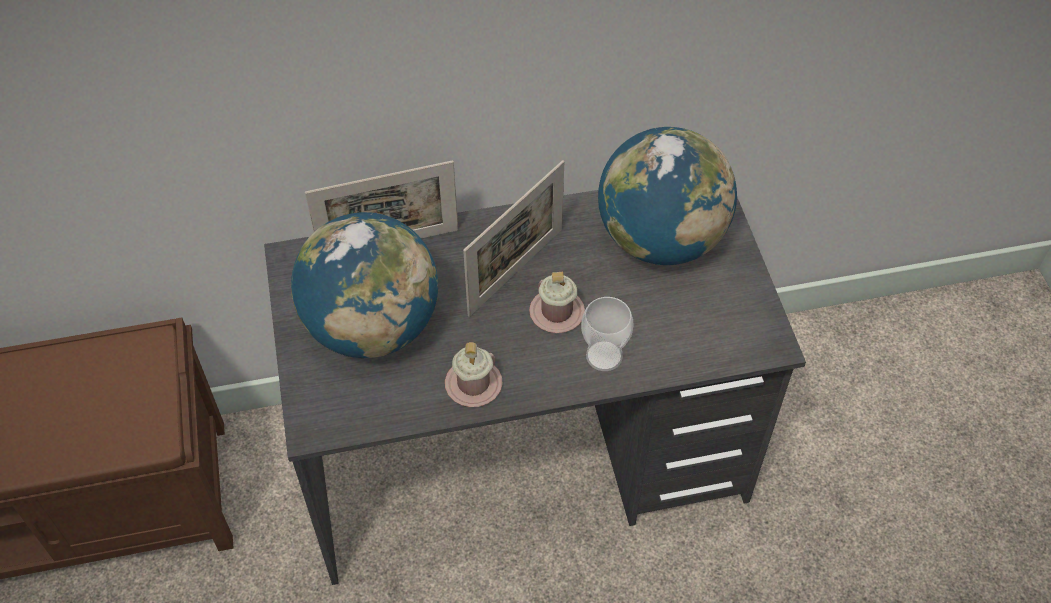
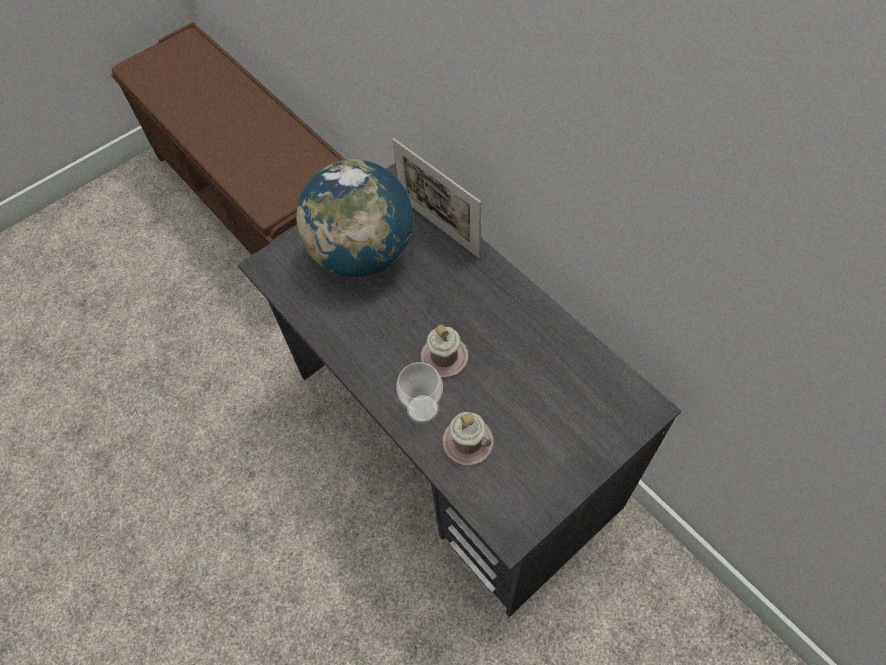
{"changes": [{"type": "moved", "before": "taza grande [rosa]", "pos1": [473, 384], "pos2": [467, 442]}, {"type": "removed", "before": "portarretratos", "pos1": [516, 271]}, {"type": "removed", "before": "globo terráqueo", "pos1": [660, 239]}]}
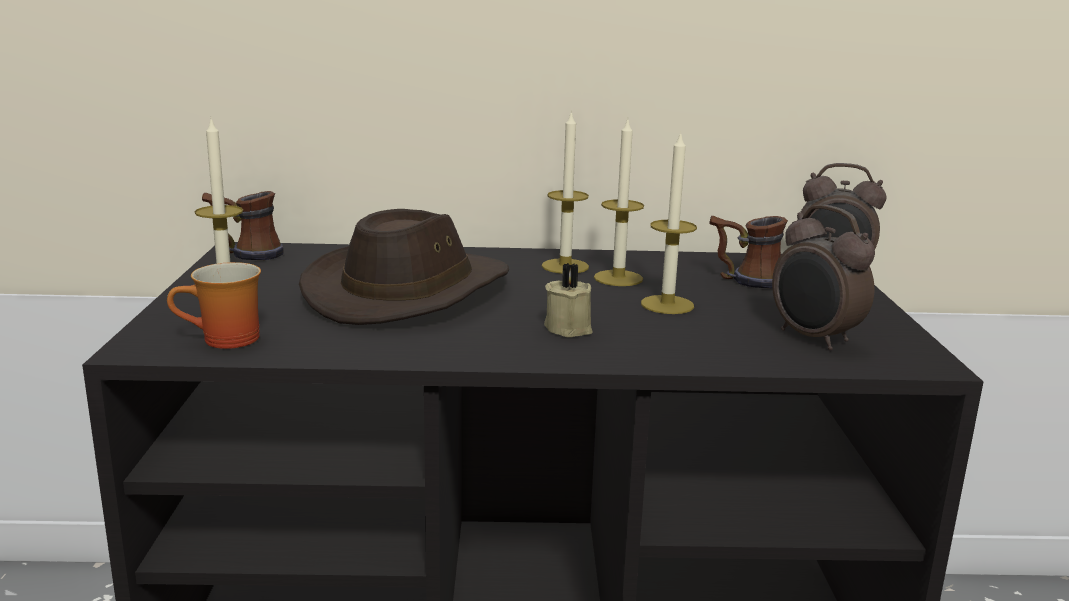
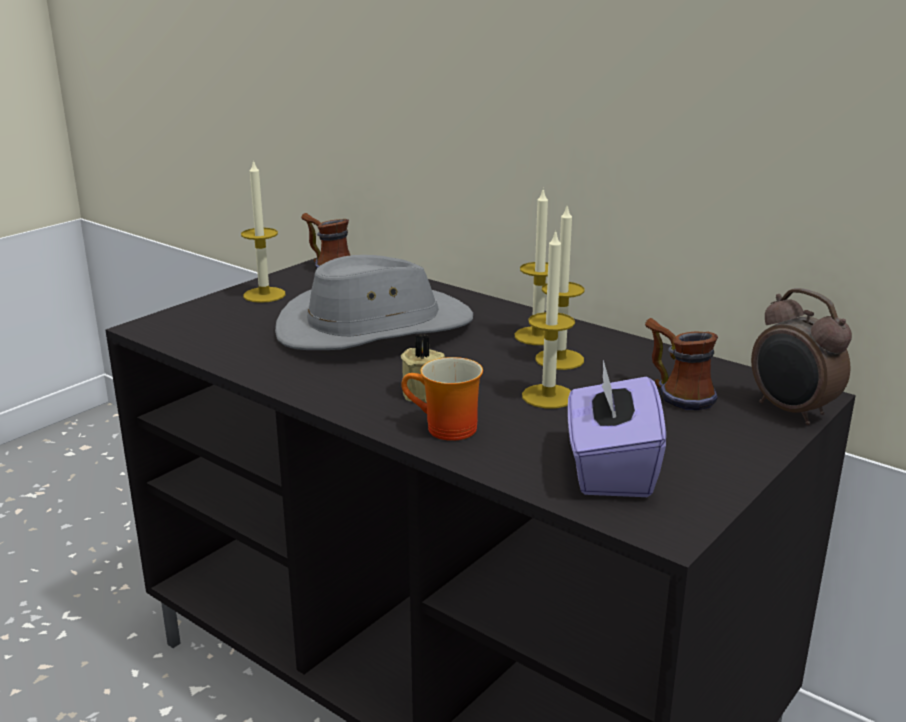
{"changes": [{"type": "moved", "before": "taza grande", "pos1": [225, 341], "pos2": [444, 430]}, {"type": "recoloured", "before": "sombrero [marrón]", "after": "sombrero [gris]", "pos1": [410, 292], "pos2": [374, 328]}, {"type": "replaced", "before": "despertador", "after": "caja de pañuelos [morado]", "pos1": [813, 339], "pos2": [610, 469]}]}
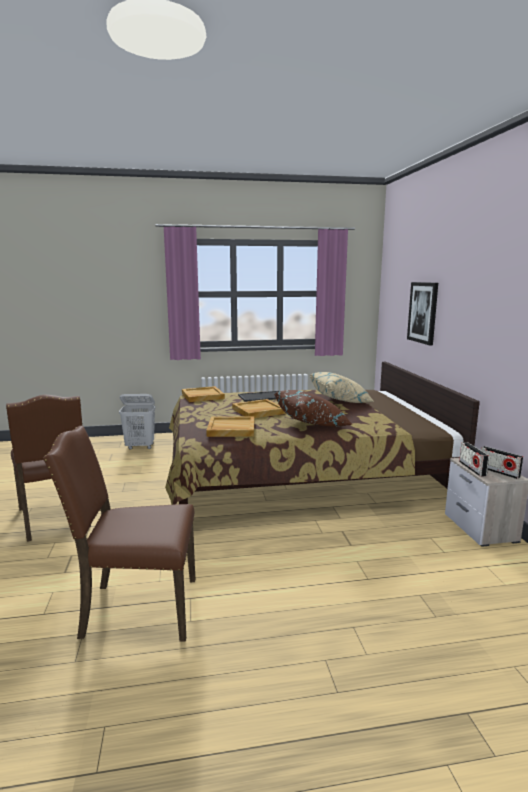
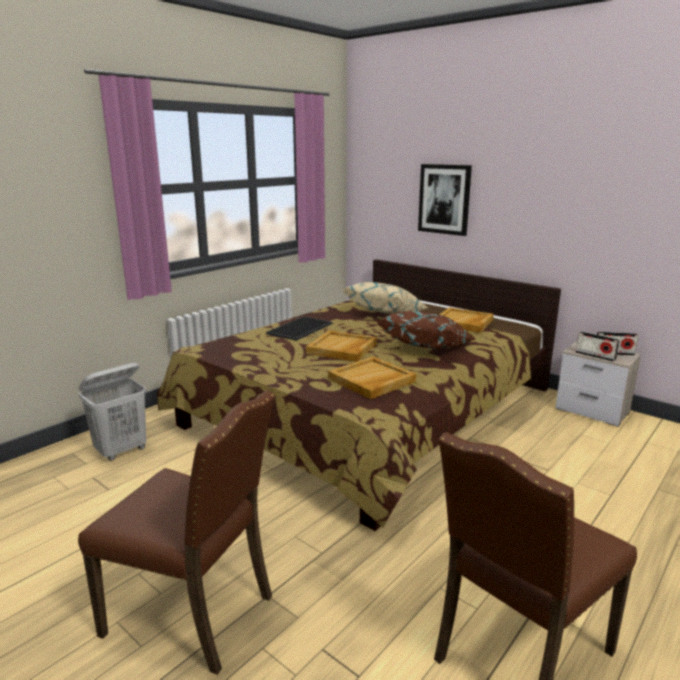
{"changes": [{"type": "moved", "before": "bandeja [beis]", "pos1": [202, 396], "pos2": [463, 322]}]}
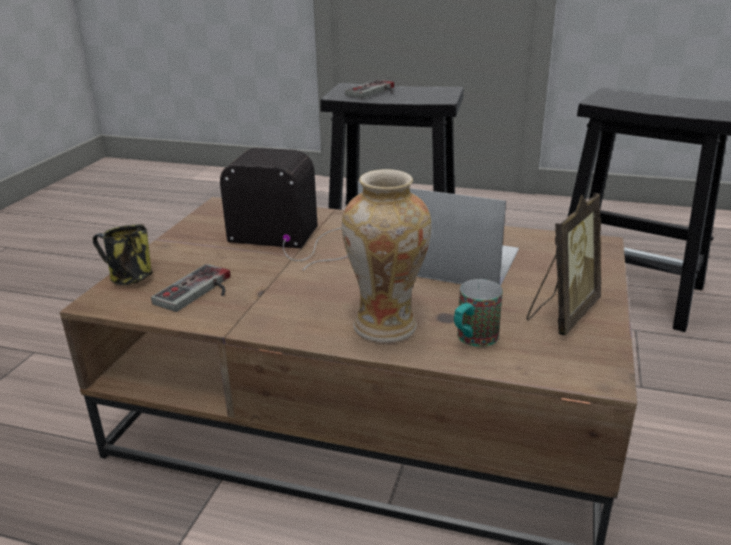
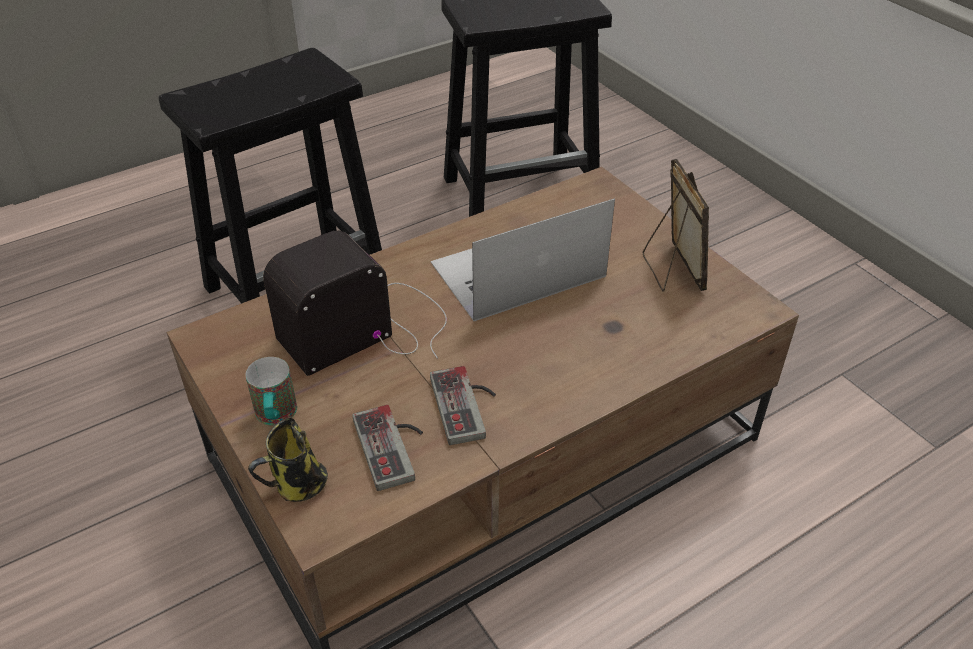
{"changes": [{"type": "removed", "before": "florero", "pos1": [386, 326]}, {"type": "moved", "before": "mando de consola", "pos1": [375, 92], "pos2": [468, 405]}, {"type": "moved", "before": "taza grande", "pos1": [472, 340], "pos2": [276, 417]}]}
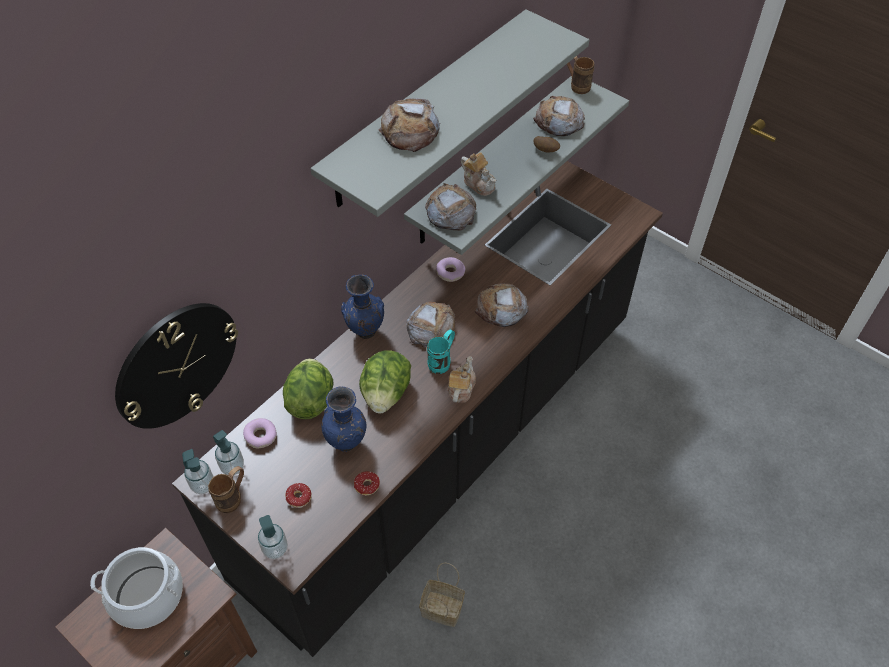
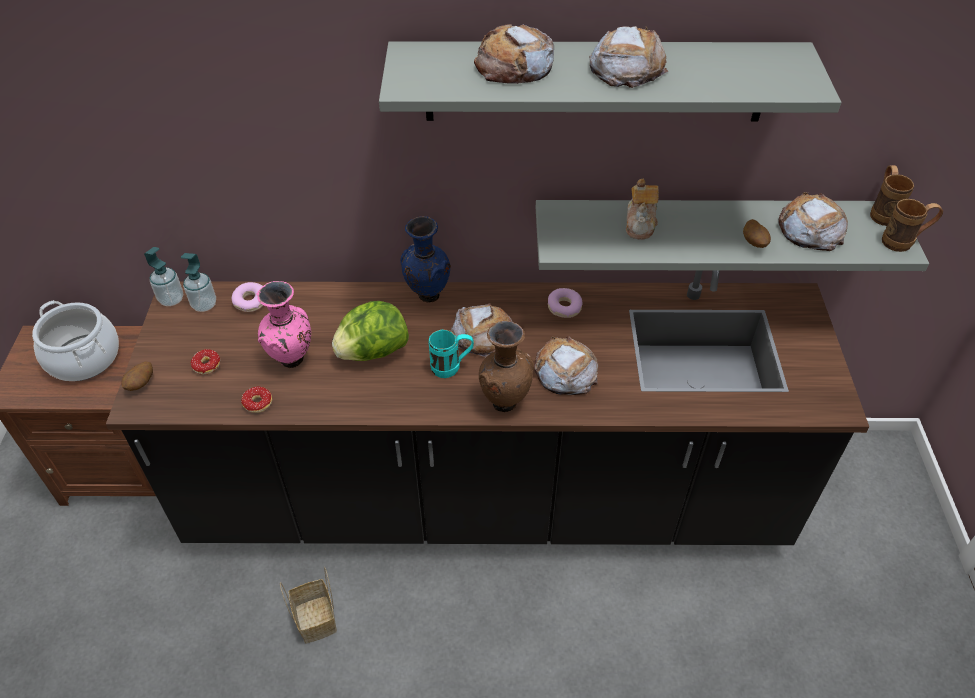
{"changes": [{"type": "removed", "before": "reloj de pared", "pos1": [176, 365]}, {"type": "moved", "before": "taza grande [marrón]", "pos1": [233, 497], "pos2": [904, 242]}, {"type": "replaced", "before": "dispensador de jabón", "after": "patata", "pos1": [275, 549], "pos2": [141, 384]}, {"type": "removed", "before": "lechuga", "pos1": [311, 400]}, {"type": "recoloured", "before": "florero [azul]", "after": "florero [rosa]", "pos1": [348, 444], "pos2": [292, 361]}, {"type": "moved", "before": "pan", "pos1": [450, 212], "pos2": [626, 67]}, {"type": "removed", "before": "tetera", "pos1": [461, 388]}, {"type": "added", "after": "florero [marrón]", "pos2": [504, 401]}]}
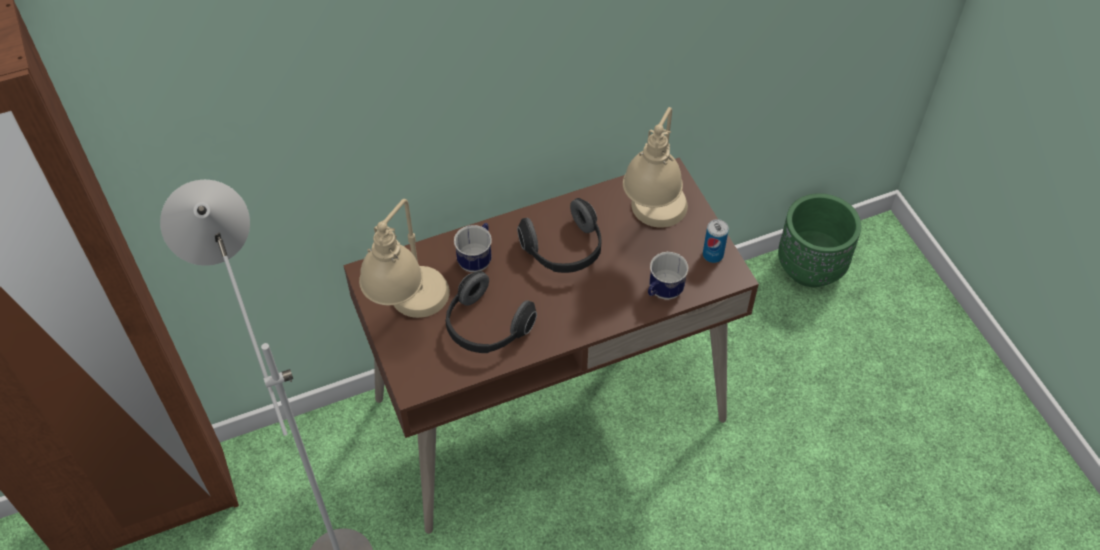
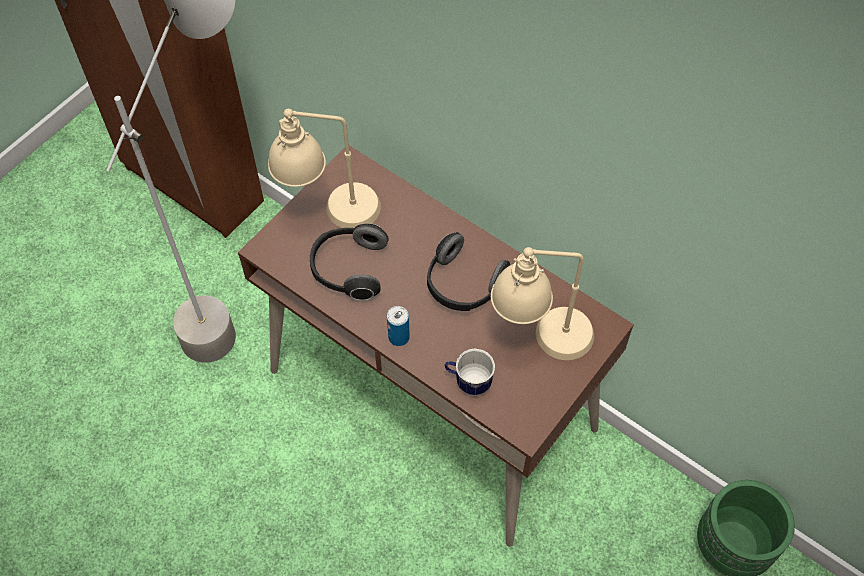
{"changes": [{"type": "removed", "before": "taza grande", "pos1": [477, 258]}, {"type": "moved", "before": "lata", "pos1": [713, 255], "pos2": [399, 337]}]}
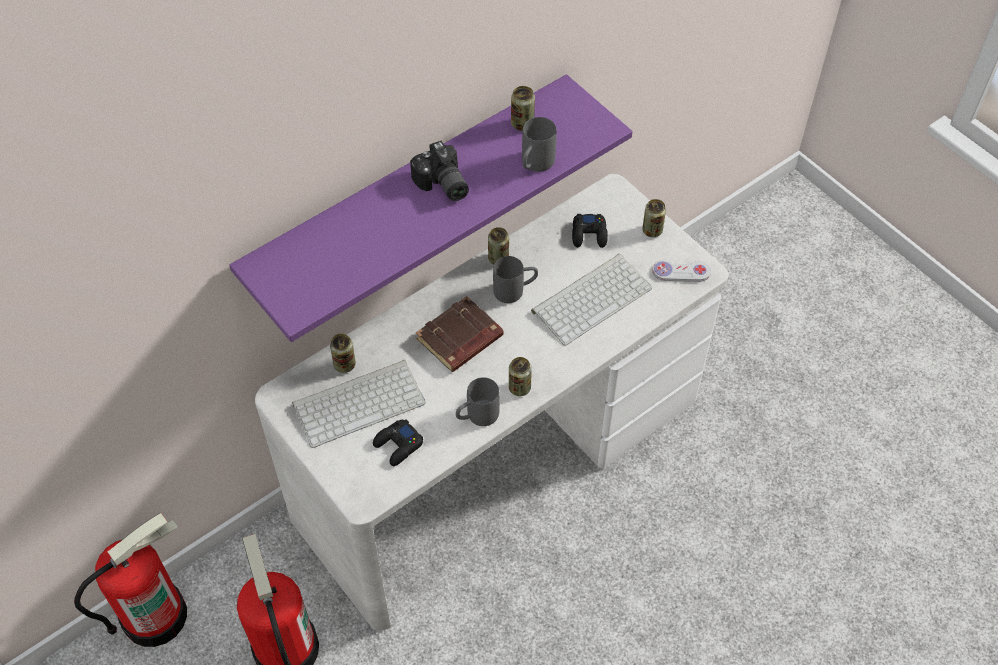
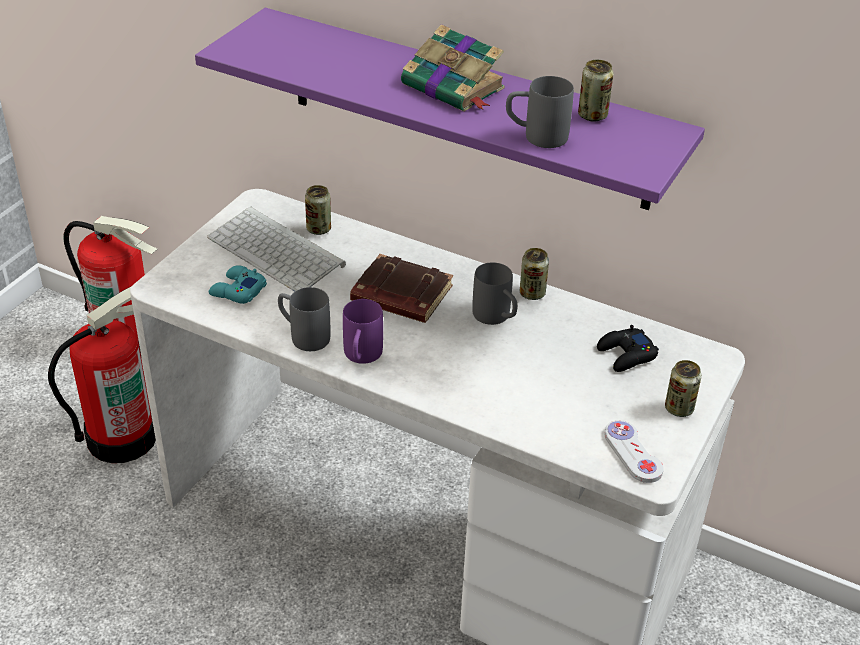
{"changes": [{"type": "recoloured", "before": "mando de consola [negro]", "after": "mando de consola [turquesa]", "pos1": [398, 445], "pos2": [237, 291]}, {"type": "replaced", "before": "cámara", "after": "libro", "pos1": [441, 185], "pos2": [454, 87]}, {"type": "replaced", "before": "lata", "after": "taza grande [morado]", "pos1": [519, 388], "pos2": [361, 357]}, {"type": "removed", "before": "teclado", "pos1": [592, 298]}]}
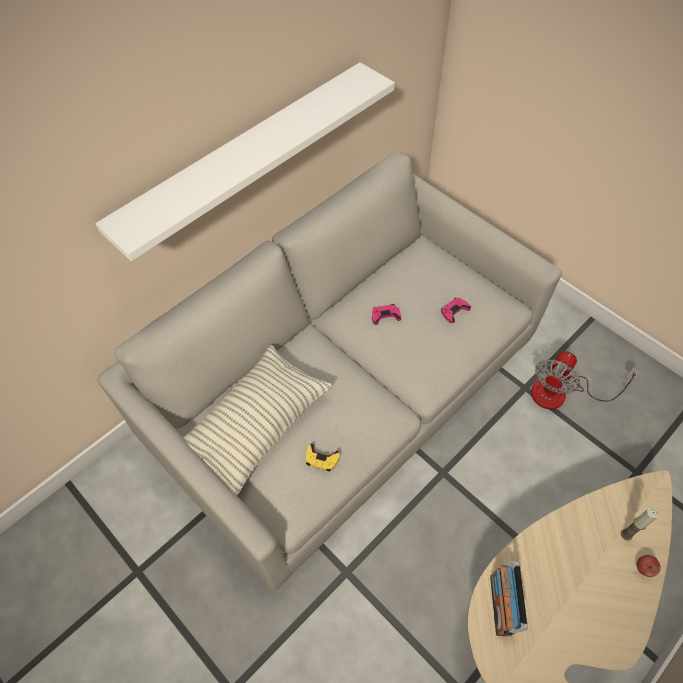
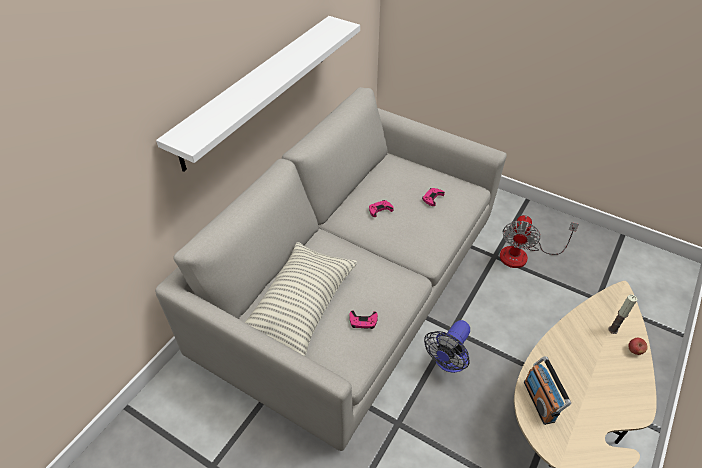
{"changes": [{"type": "recoloured", "before": "mando de consola [amarillo]", "after": "mando de consola [rosa]", "pos1": [321, 459], "pos2": [363, 321]}, {"type": "added", "after": "ventilador", "pos2": [448, 362]}]}
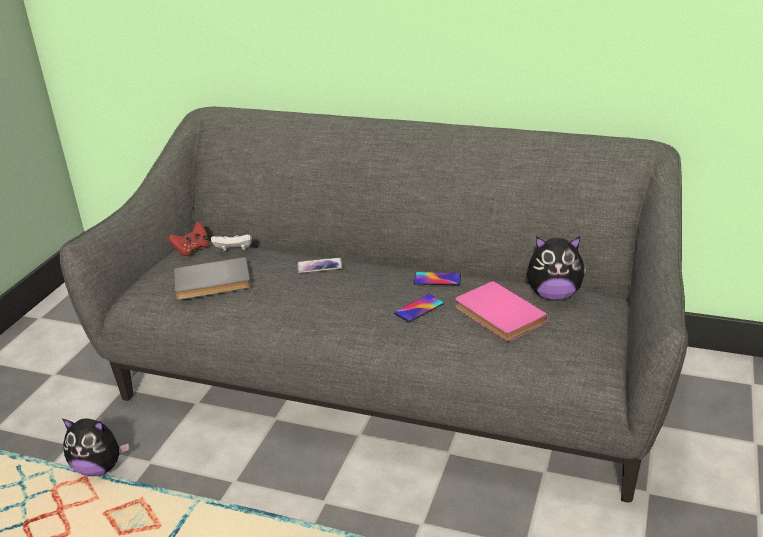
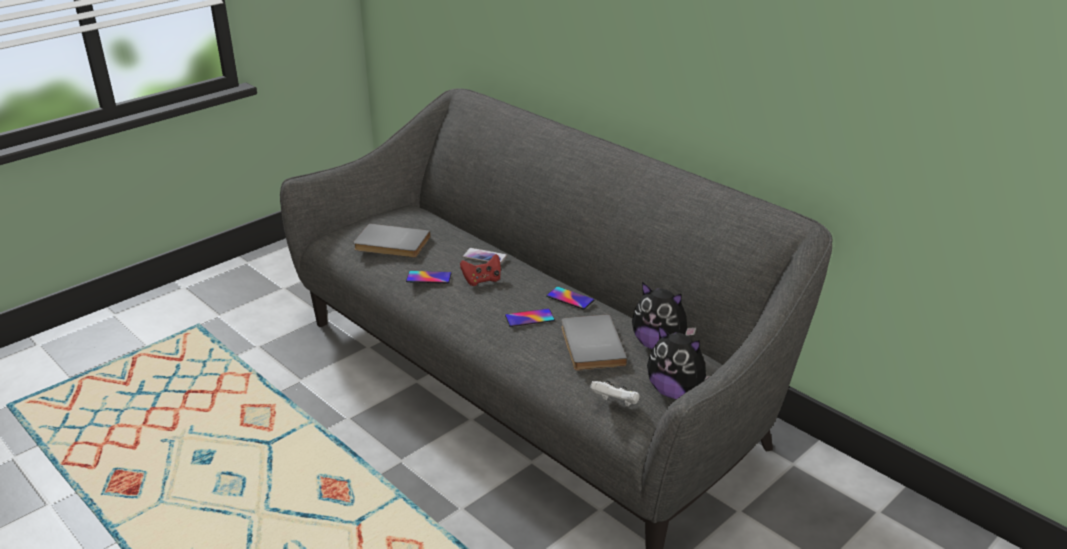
{"changes": [{"type": "moved", "before": "peluche", "pos1": [99, 467], "pos2": [676, 392]}, {"type": "moved", "before": "mando de consola [rojo]", "pos1": [192, 249], "pos2": [482, 280]}, {"type": "moved", "before": "mando de consola [blanco]", "pos1": [234, 251], "pos2": [616, 403]}, {"type": "recoloured", "before": "libro [rosa]", "after": "libro [gris]", "pos1": [497, 315], "pos2": [589, 345]}, {"type": "added", "after": "móvil", "pos2": [428, 277]}]}
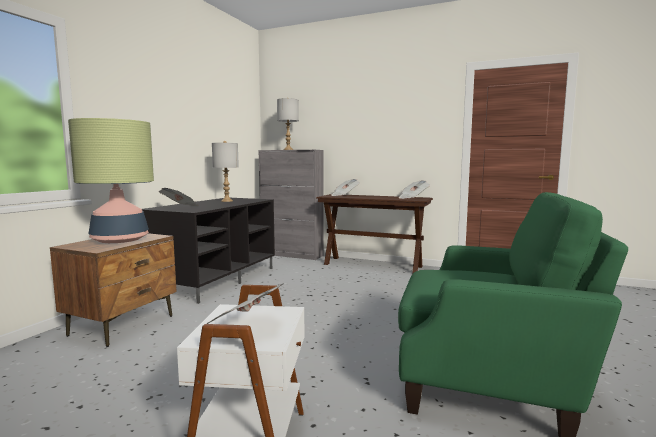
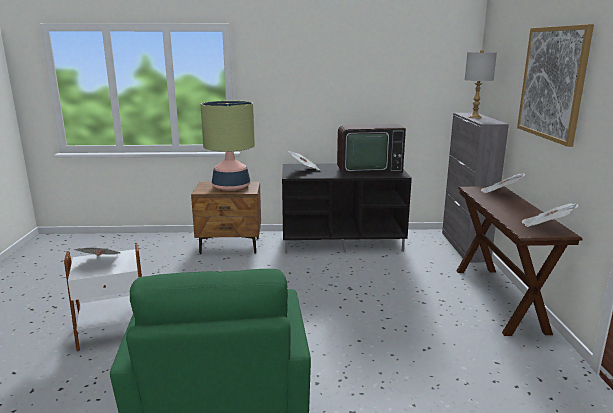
{"changes": [{"type": "replaced", "before": "lámpara de mesa [gris]", "after": "televisor", "pos1": [226, 201], "pos2": [367, 169]}, {"type": "added", "after": "cuadro", "pos2": [552, 83]}]}
